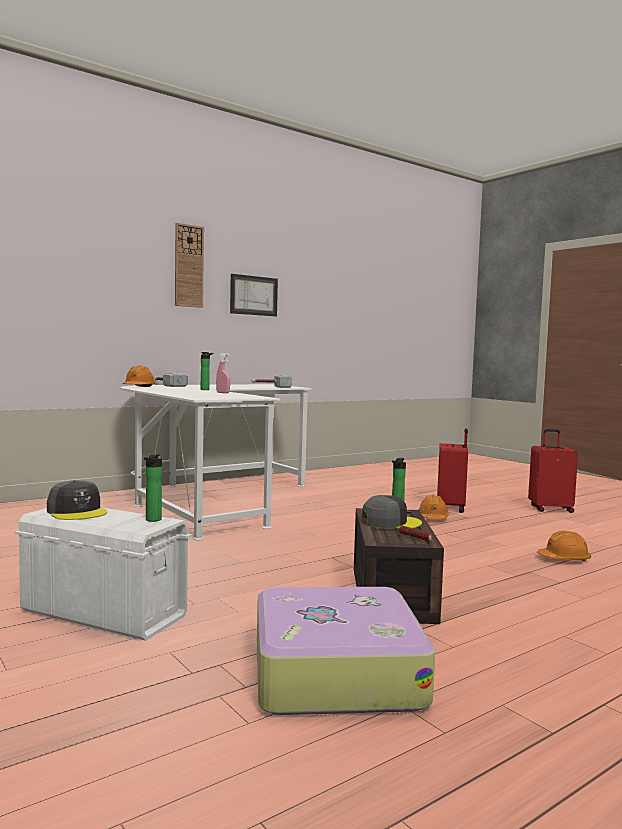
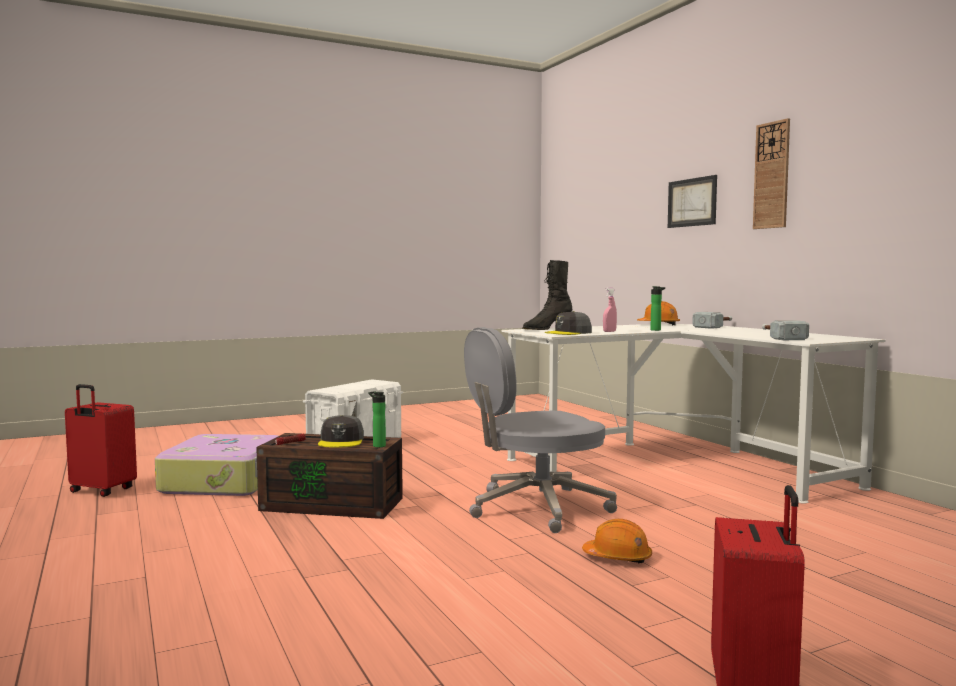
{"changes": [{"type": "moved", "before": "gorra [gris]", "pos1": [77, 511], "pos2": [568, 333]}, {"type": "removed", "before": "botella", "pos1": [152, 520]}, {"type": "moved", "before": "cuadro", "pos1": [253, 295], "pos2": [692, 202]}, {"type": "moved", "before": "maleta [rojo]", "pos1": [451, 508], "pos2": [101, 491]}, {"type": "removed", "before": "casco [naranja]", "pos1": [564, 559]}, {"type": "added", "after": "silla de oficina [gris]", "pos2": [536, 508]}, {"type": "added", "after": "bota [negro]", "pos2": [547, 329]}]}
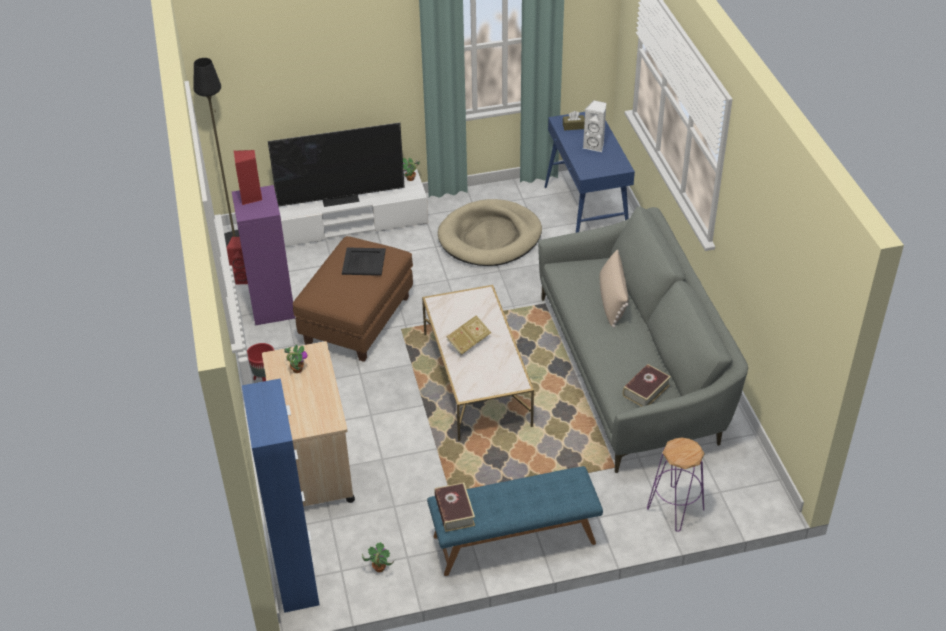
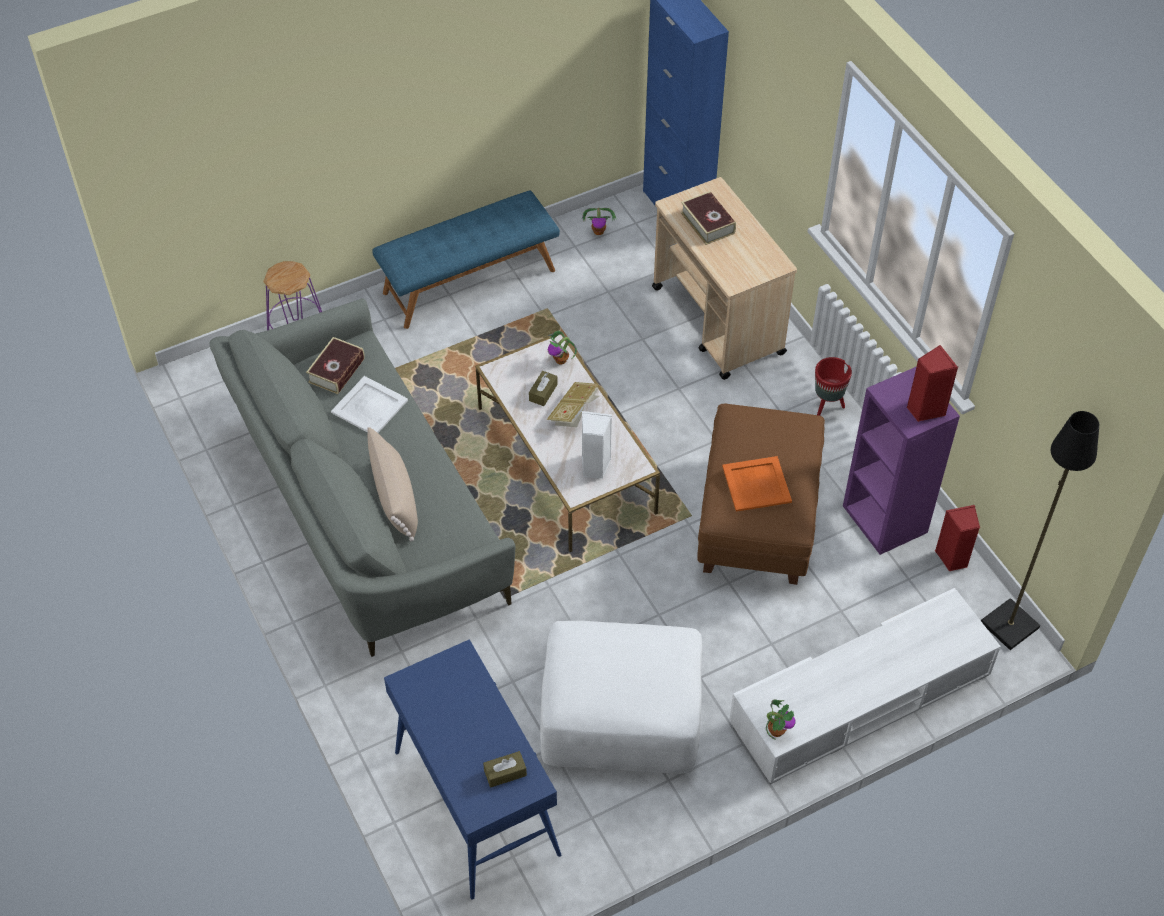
{"changes": [{"type": "removed", "before": "televisor", "pos1": [341, 198]}, {"type": "moved", "before": "planta en maceta", "pos1": [297, 369], "pos2": [561, 360]}, {"type": "recoloured", "before": "bandeja [negro]", "after": "bandeja [naranja]", "pos1": [363, 261], "pos2": [757, 484]}, {"type": "moved", "before": "libro", "pos1": [454, 511], "pos2": [707, 223]}, {"type": "replaced", "before": "cama para perro [beis]", "after": "puf [blanco]", "pos1": [490, 237], "pos2": [621, 714]}, {"type": "moved", "before": "altavoz [blanco]", "pos1": [595, 145], "pos2": [594, 466]}, {"type": "added", "after": "bandeja [blanco]", "pos2": [369, 407]}, {"type": "added", "after": "caja de pañuelos [marrón]", "pos2": [543, 392]}]}
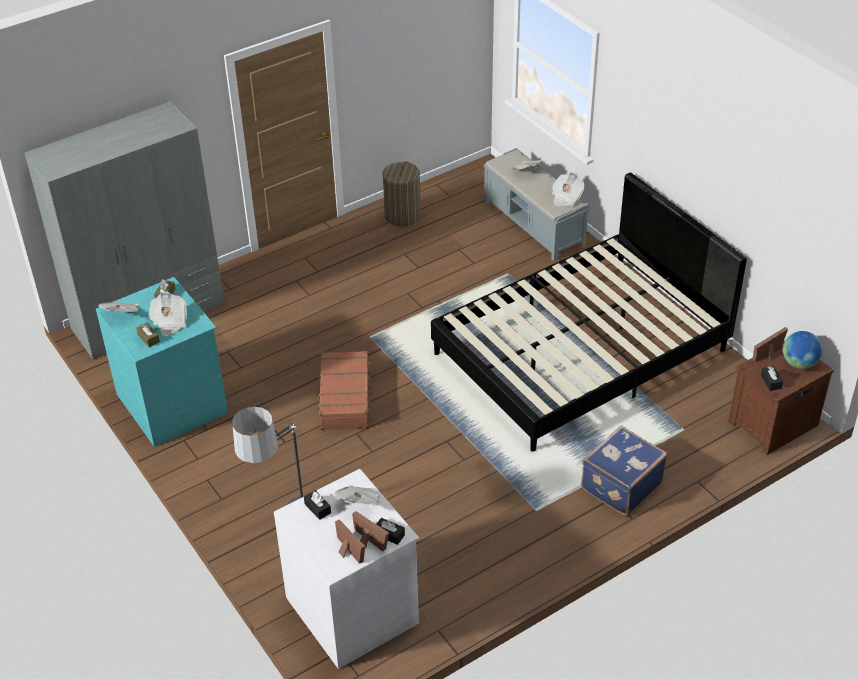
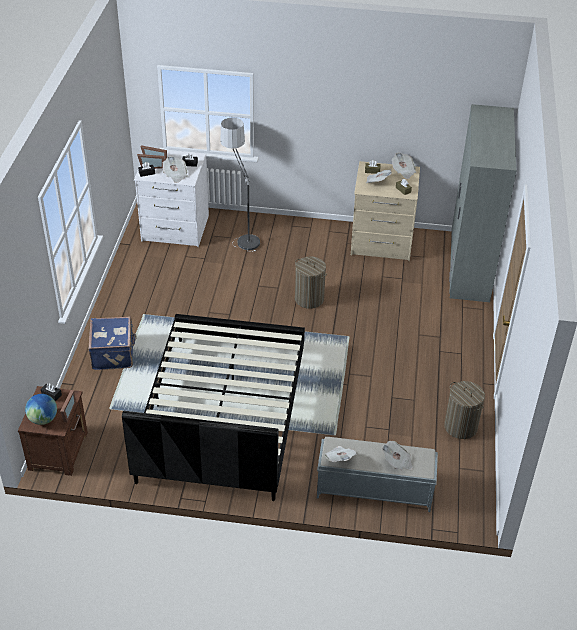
{"changes": [{"type": "recoloured", "before": "cómoda [turquesa]", "after": "cómoda [beis]", "pos1": [173, 403], "pos2": [381, 242]}, {"type": "replaced", "before": "maleta [marrón]", "after": "cesto de la ropa", "pos1": [346, 397], "pos2": [309, 299]}]}
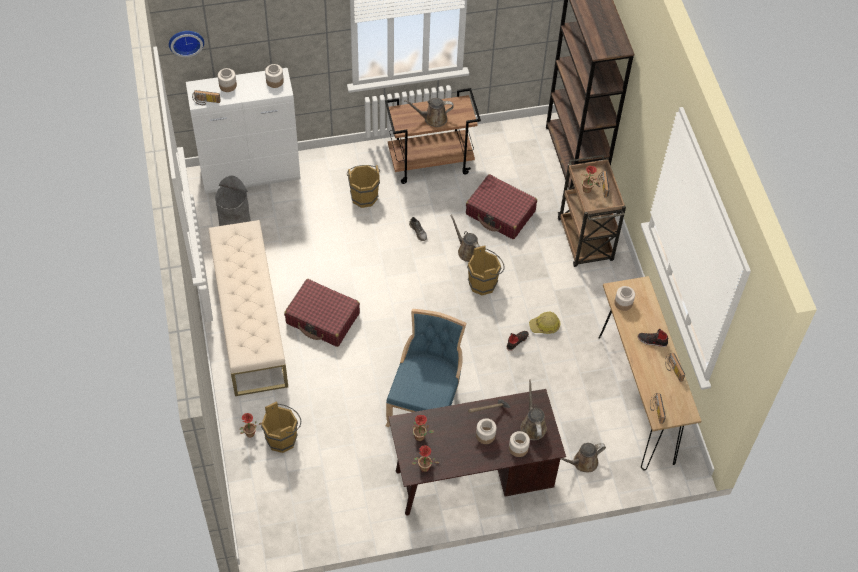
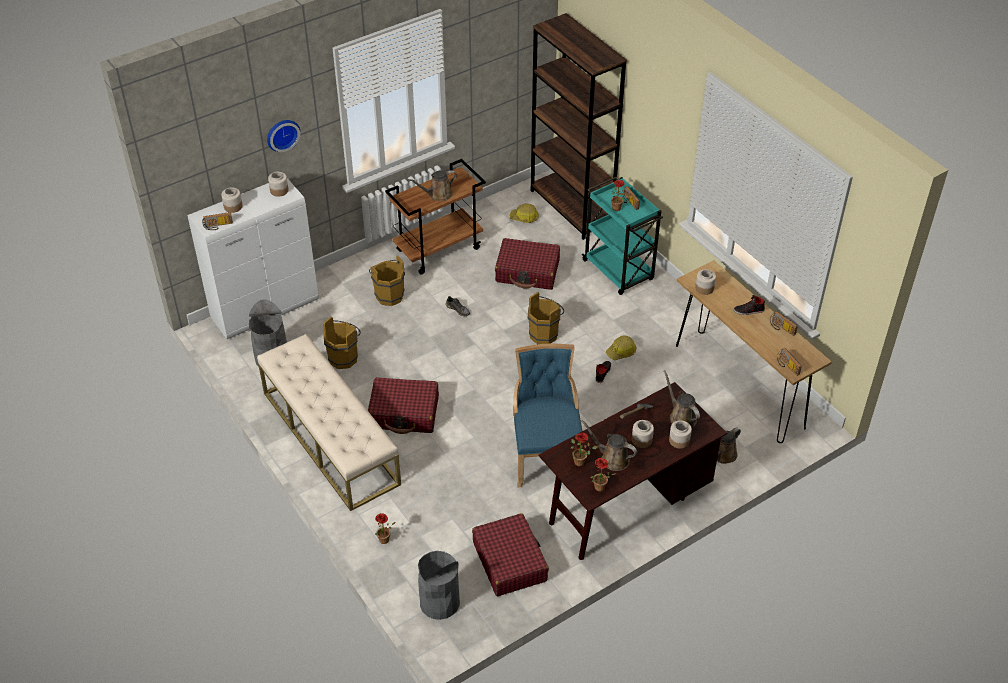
{"changes": [{"type": "moved", "before": "reloj de pared", "pos1": [186, 41], "pos2": [282, 134]}, {"type": "moved", "before": "cubo [marrón]", "pos1": [284, 438], "pos2": [345, 357]}, {"type": "moved", "before": "regadera [marrón]", "pos1": [467, 251], "pos2": [612, 458]}, {"type": "recoloured", "before": "carrito [marrón]", "after": "carrito [turquesa]", "pos1": [585, 241], "pos2": [619, 271]}, {"type": "added", "after": "papelera [gris]", "pos2": [439, 602]}, {"type": "added", "after": "maleta [rojo]", "pos2": [509, 561]}, {"type": "added", "after": "casco", "pos2": [524, 217]}]}
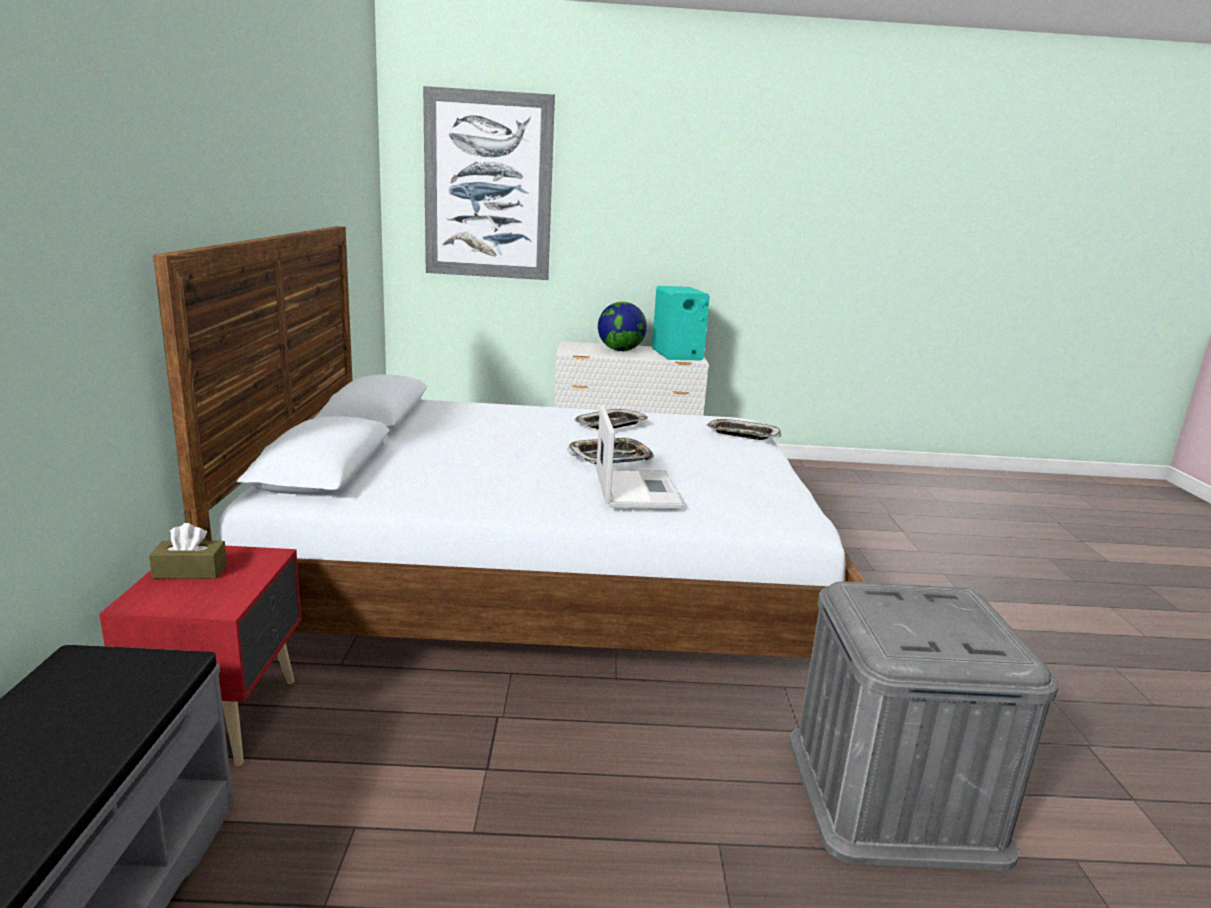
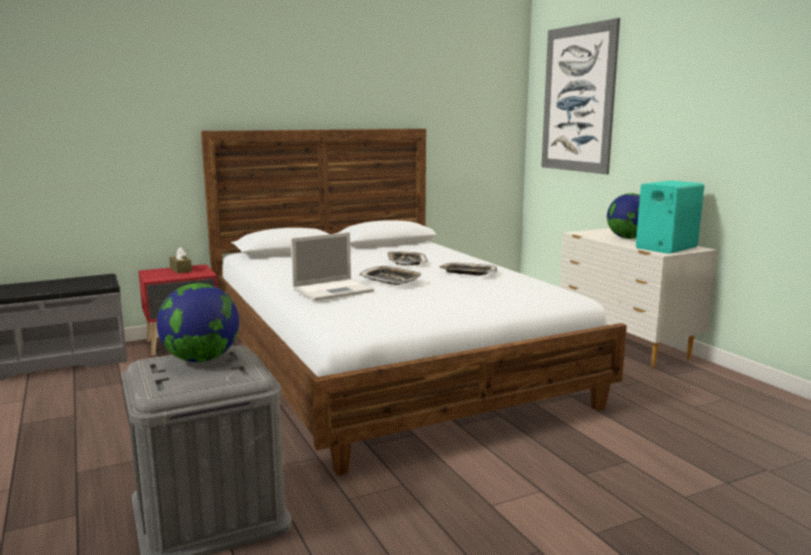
{"changes": [{"type": "moved", "before": "bandeja", "pos1": [742, 435], "pos2": [406, 262]}, {"type": "added", "after": "globo terráqueo", "pos2": [201, 359]}]}
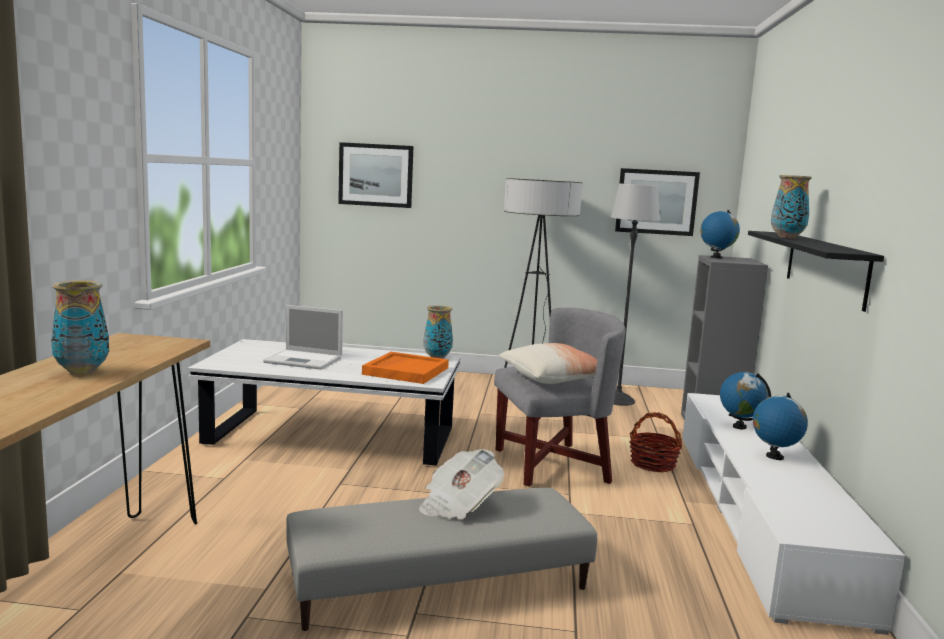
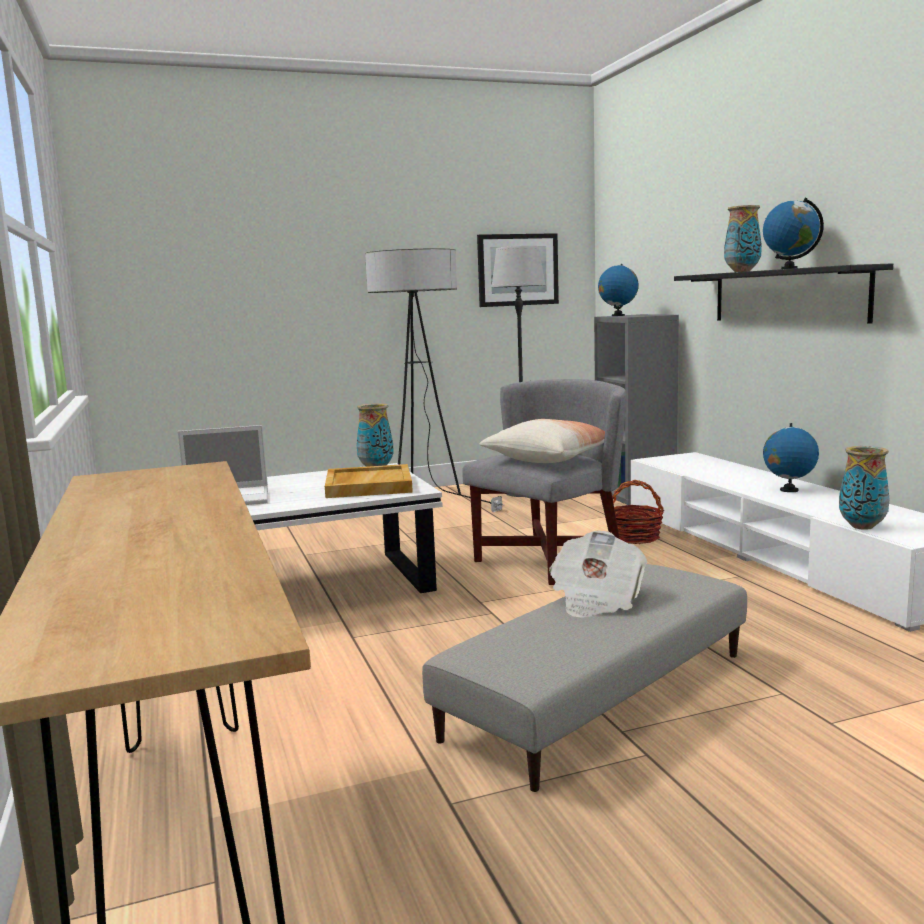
{"changes": [{"type": "moved", "before": "florero", "pos1": [82, 371], "pos2": [861, 527]}, {"type": "removed", "before": "cuadro", "pos1": [376, 175]}, {"type": "recoloured", "before": "bandeja [naranja]", "after": "bandeja [beis]", "pos1": [405, 371], "pos2": [368, 485]}, {"type": "moved", "before": "globo terráqueo", "pos1": [739, 427], "pos2": [789, 268]}]}
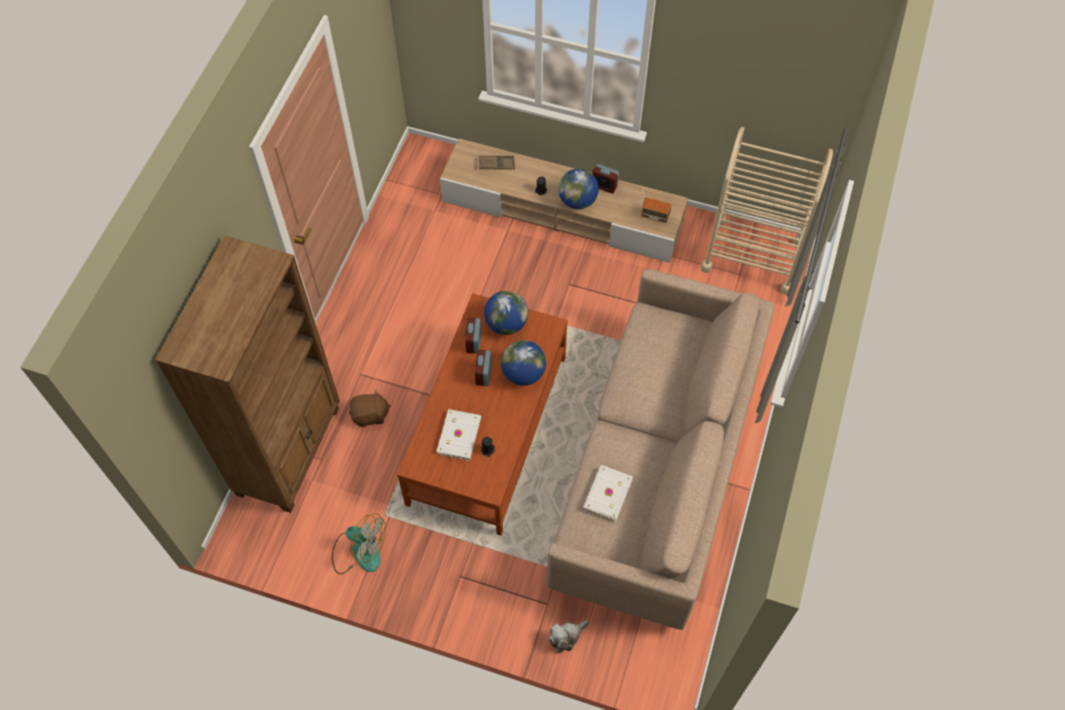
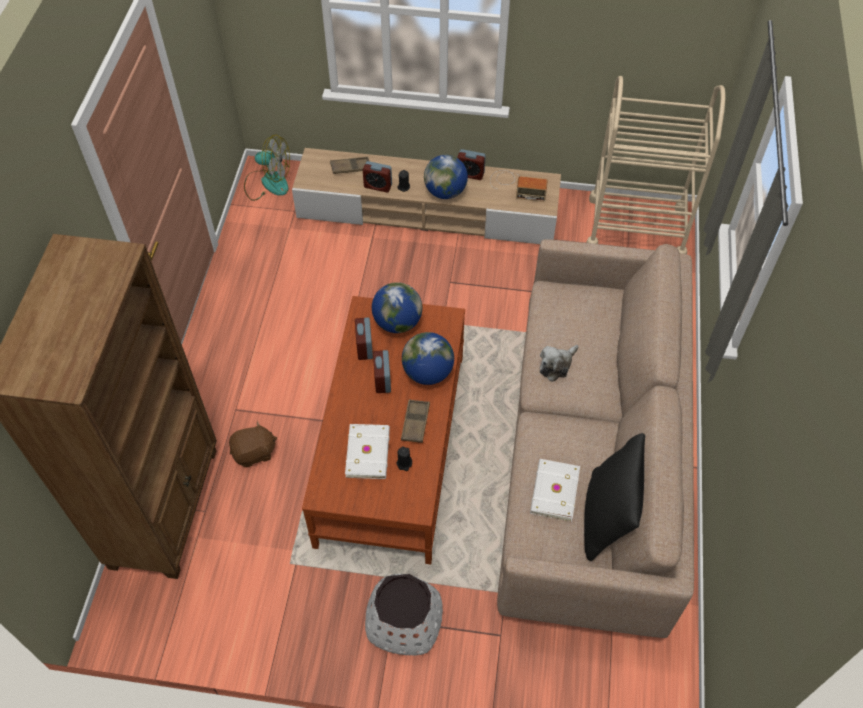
{"changes": [{"type": "moved", "before": "ventilador", "pos1": [359, 551], "pos2": [268, 182]}, {"type": "moved", "before": "peluche", "pos1": [566, 636], "pos2": [556, 365]}, {"type": "added", "after": "despertador", "pos2": [378, 186]}, {"type": "added", "after": "maceta [blanco]", "pos2": [404, 620]}, {"type": "added", "after": "bandeja [marrón]", "pos2": [415, 423]}, {"type": "added", "after": "cojín [negro]", "pos2": [607, 518]}]}
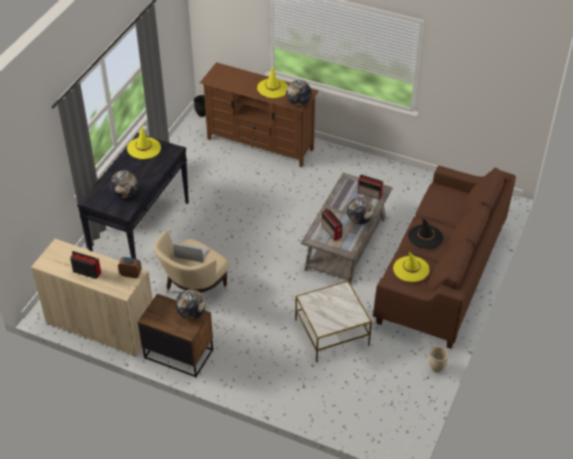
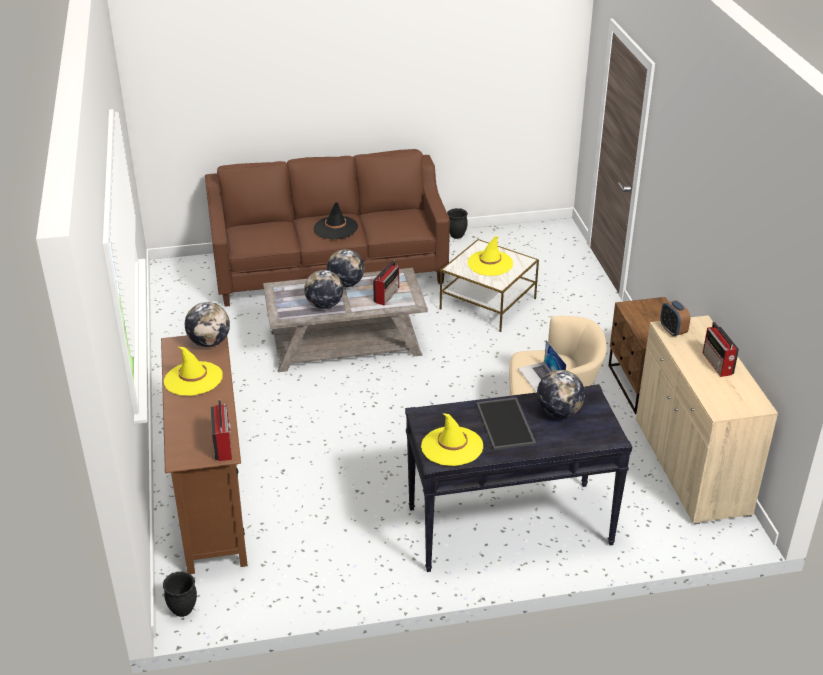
{"changes": [{"type": "moved", "before": "globo terráqueo", "pos1": [191, 314], "pos2": [324, 305]}, {"type": "moved", "before": "radio", "pos1": [370, 194], "pos2": [223, 445]}, {"type": "moved", "before": "sombrero [amarillo]", "pos1": [411, 269], "pos2": [490, 263]}, {"type": "recoloured", "before": "maceta [beis]", "after": "maceta [negro]", "pos1": [437, 368], "pos2": [456, 235]}, {"type": "added", "after": "bandeja", "pos2": [506, 424]}]}
